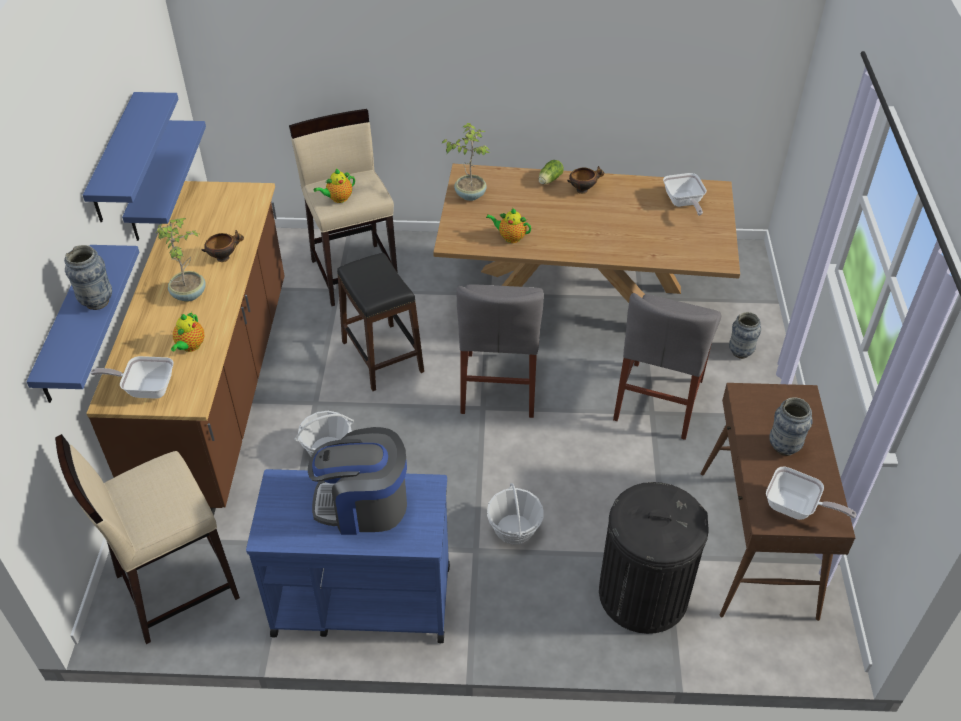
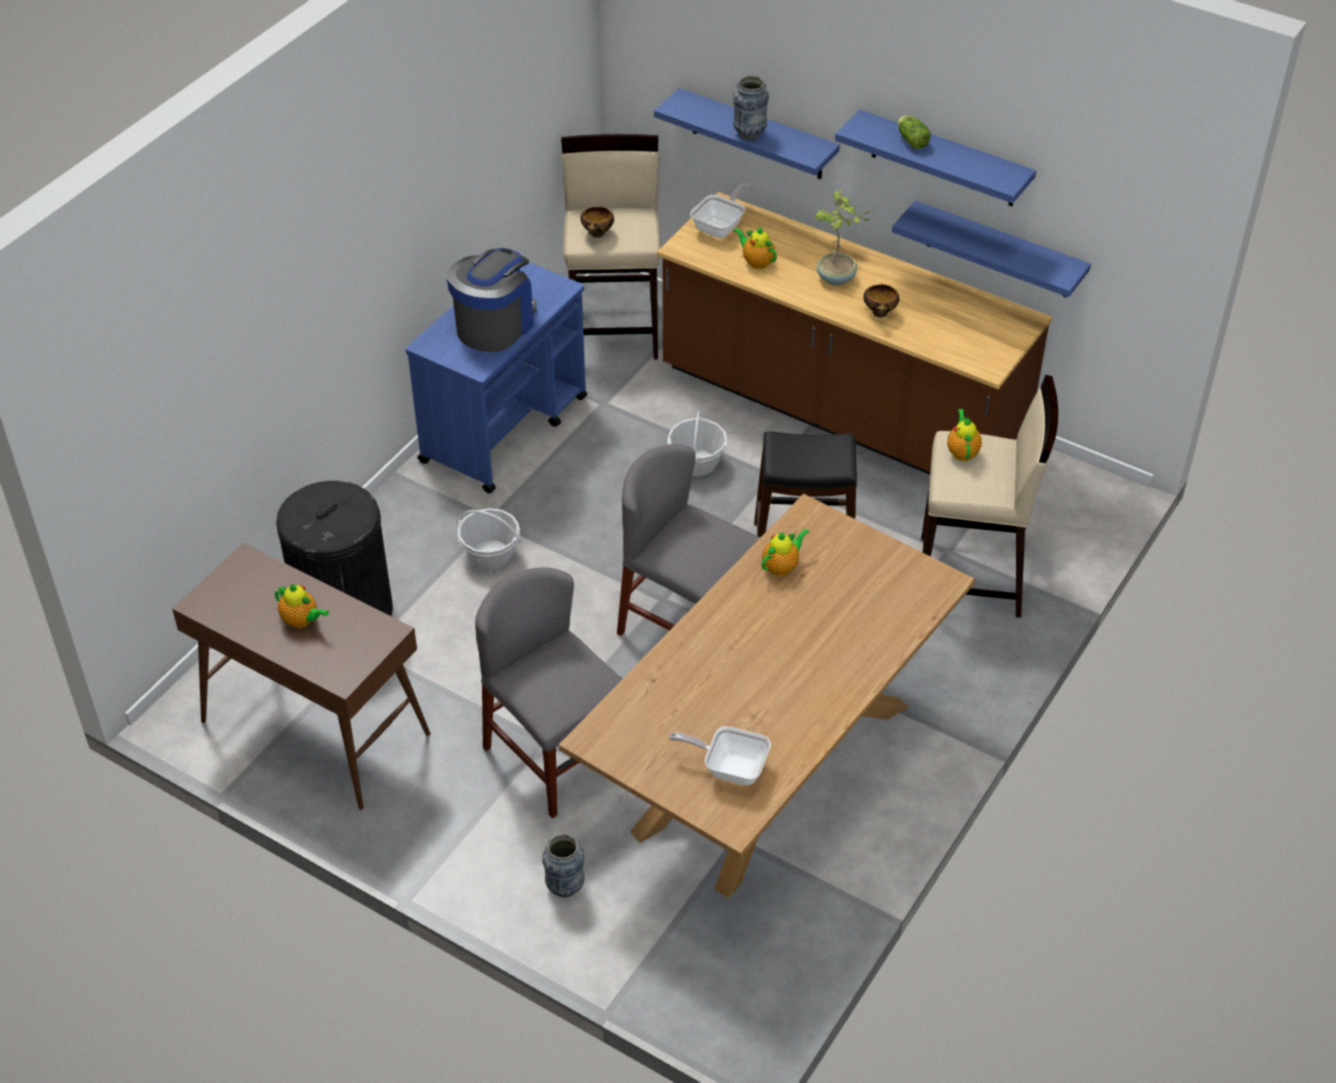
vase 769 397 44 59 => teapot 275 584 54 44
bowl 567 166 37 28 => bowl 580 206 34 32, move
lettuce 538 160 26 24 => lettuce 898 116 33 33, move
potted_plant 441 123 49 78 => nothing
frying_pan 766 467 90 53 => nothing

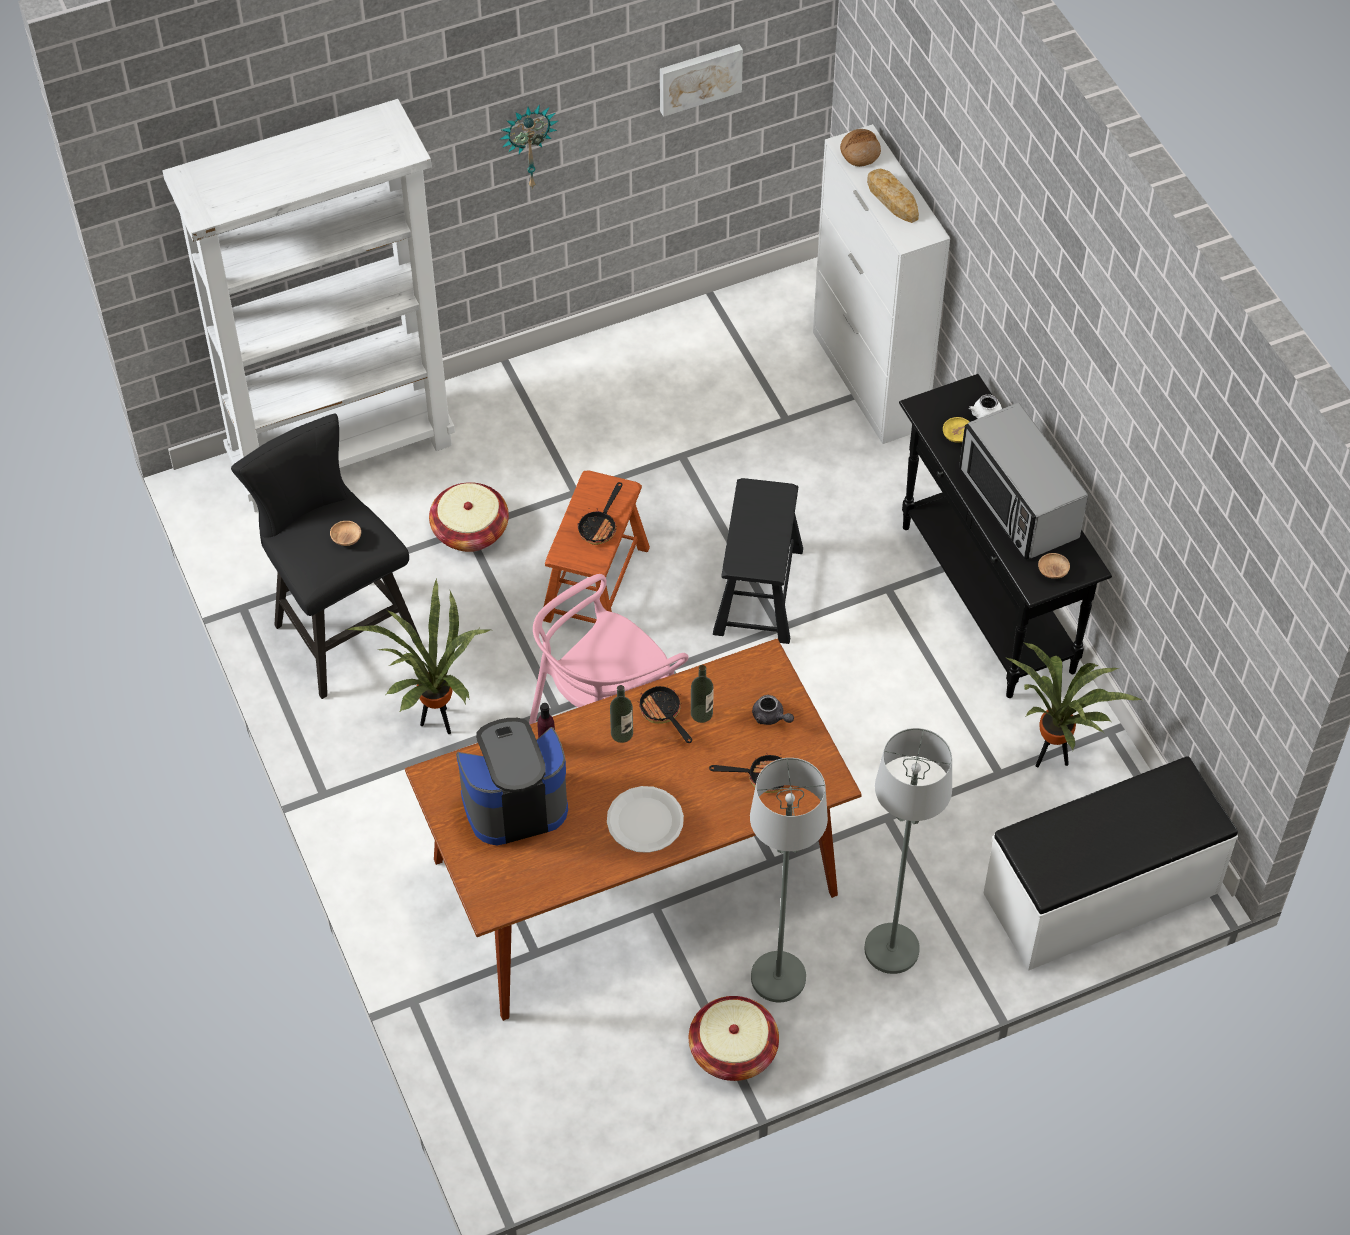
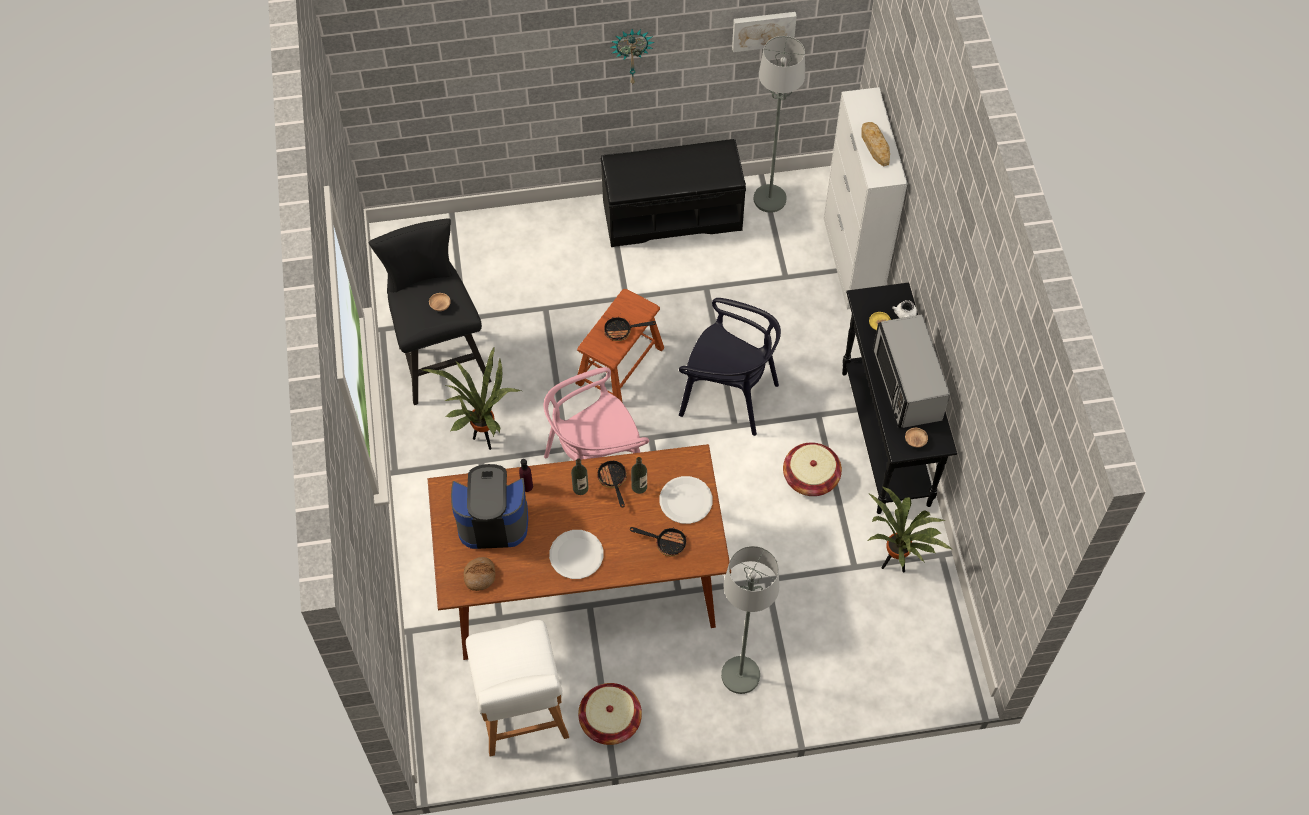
bread 840 129 41 38 => bread 464 557 31 34, move
nothing => white_chair 466 620 103 137
nothing => black_bench 601 139 145 108
frying_pan 577 482 45 63 => frying_pan 604 316 52 25, 45 degrees clockwise
grey_teapot 752 695 42 30 => white_plate 659 476 54 48
black_stool 713 478 90 166 => black_chair 679 298 102 138
grey_floor_lamp 750 758 78 245 => grey_floor_lamp 754 36 51 177, move
basket 429 482 80 70 => basket 783 442 59 54, move
white_bookcase 163 99 292 413 => nothing
white_bench 983 756 255 215 => nothing

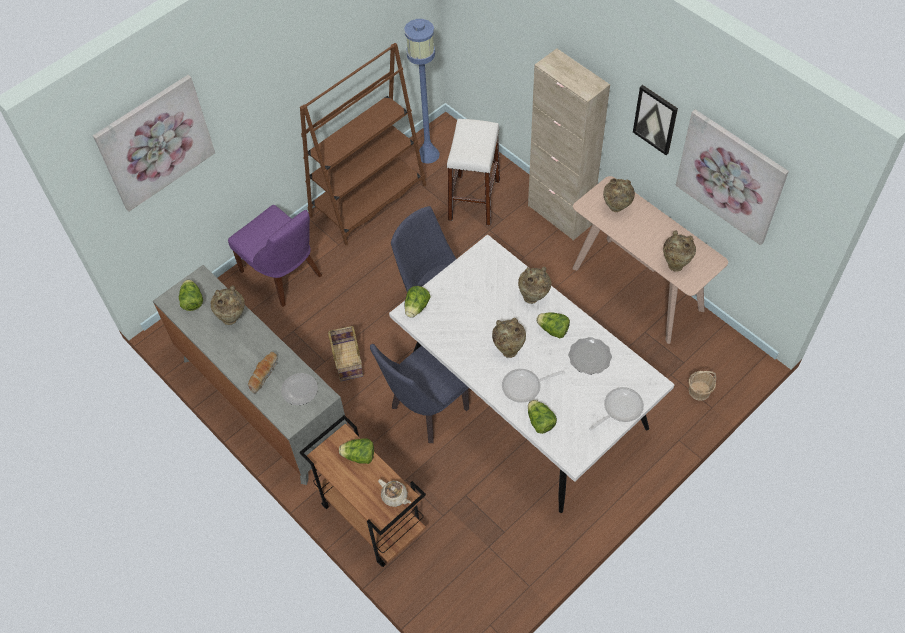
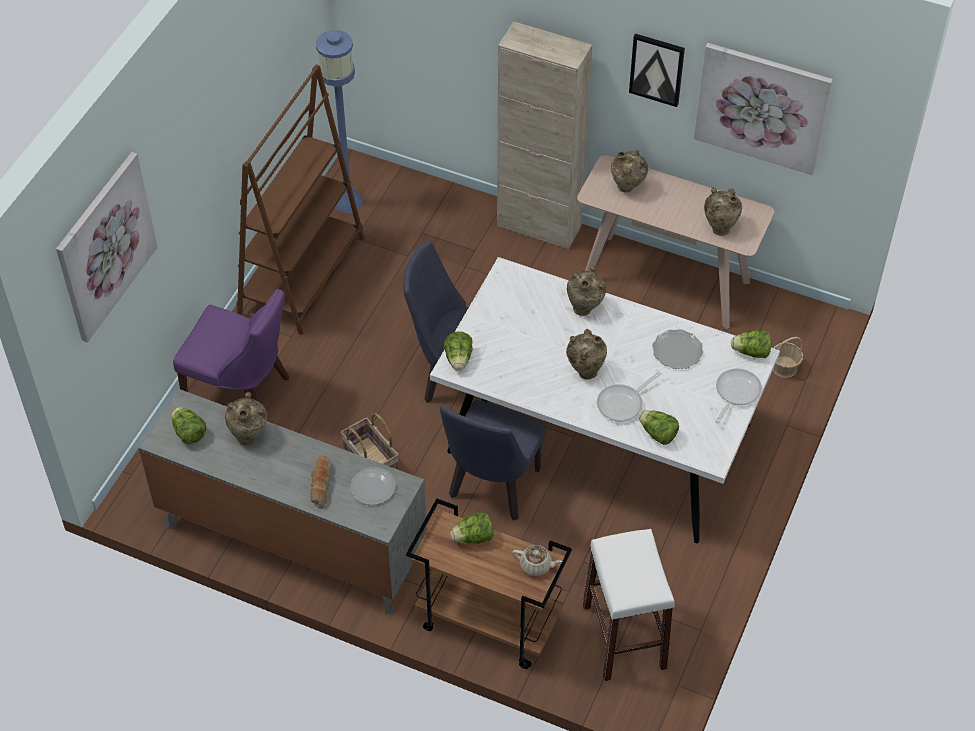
white_stool 447 119 53 107 => white_stool 583 529 92 152, move
lettuce 536 312 34 27 => lettuce 731 330 40 28, move

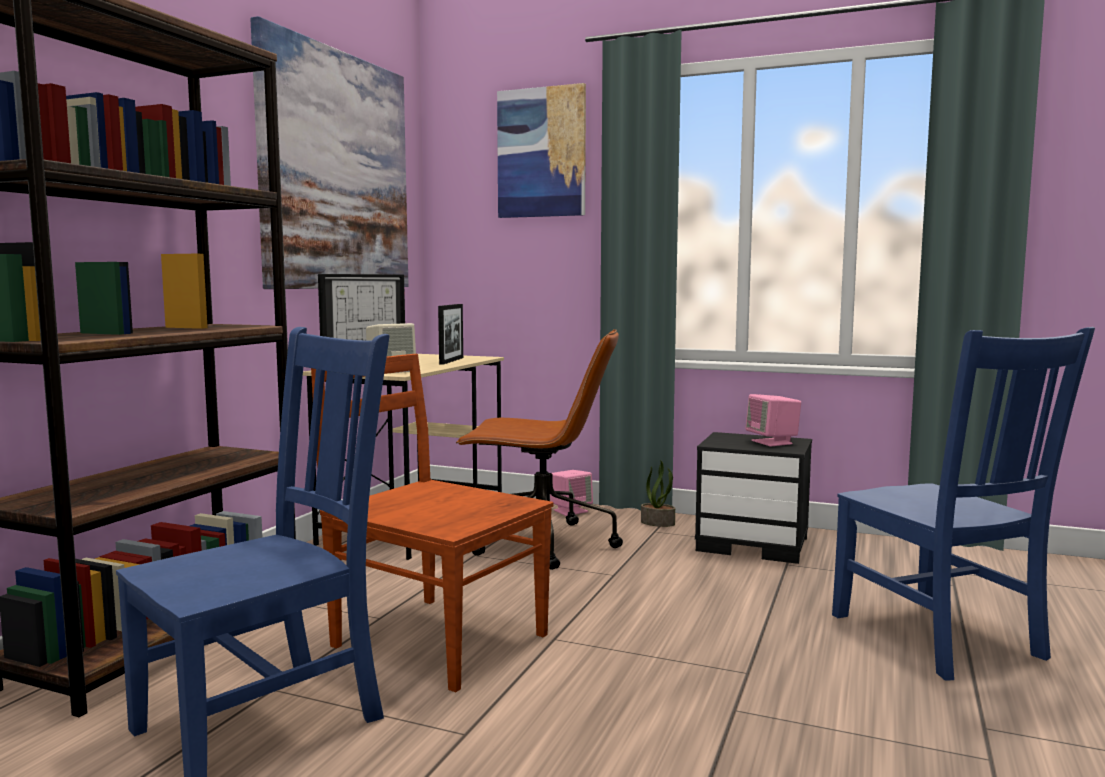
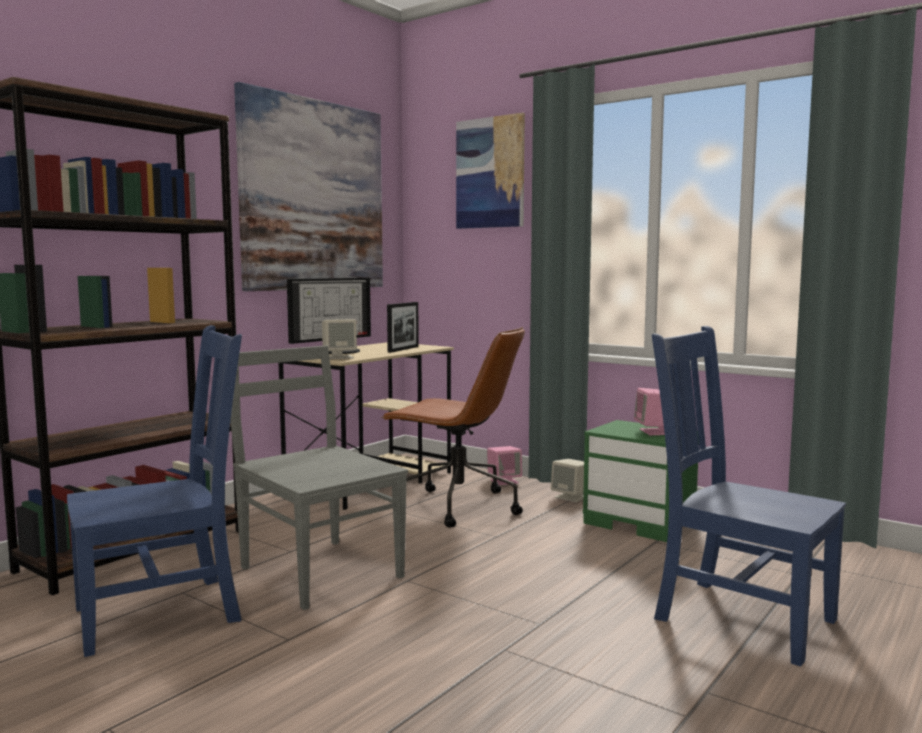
brown_chair 311 354 242 338 => grey_chair 230 346 178 264
potted_plant 641 461 34 66 => beige_speaker 551 459 33 43
black_nightstand 695 432 117 132 => green_nightstand 583 420 116 122
blue_chair 832 327 263 353 => blue_chair 652 326 194 341, 135 degrees clockwise

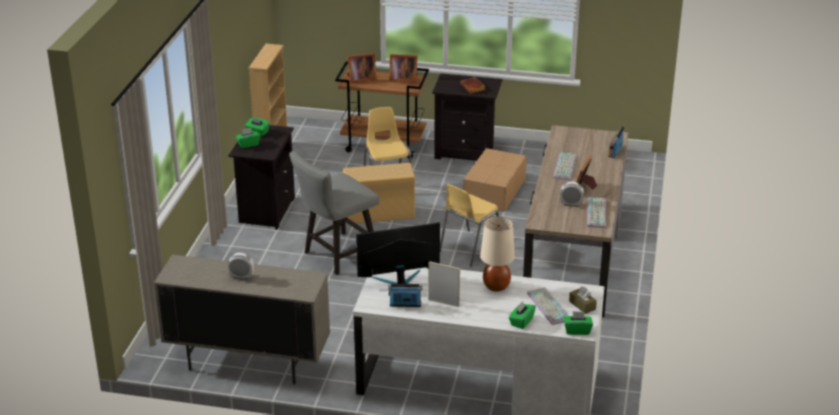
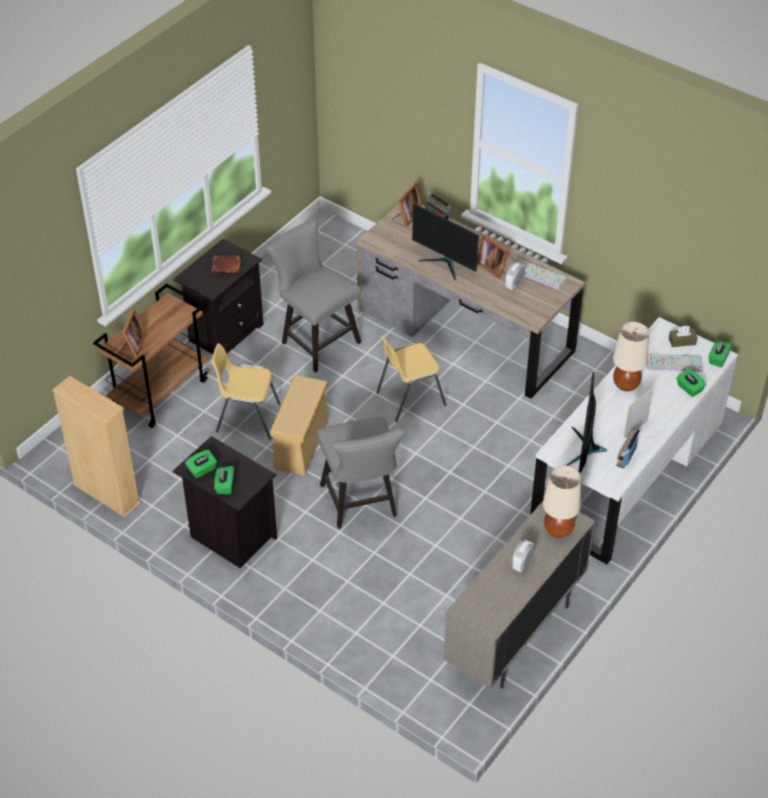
cardboard_box 464 148 63 64 => grey_chair 266 219 95 154
yellow_chair 440 184 59 83 => yellow_chair 376 335 70 87, 90 degrees clockwise
picture_frame 389 54 28 28 => picture_frame 392 183 30 44, move
keyboard 553 152 24 28 => monitor 412 203 67 77
nothing => beige_table_lamp 543 466 38 72

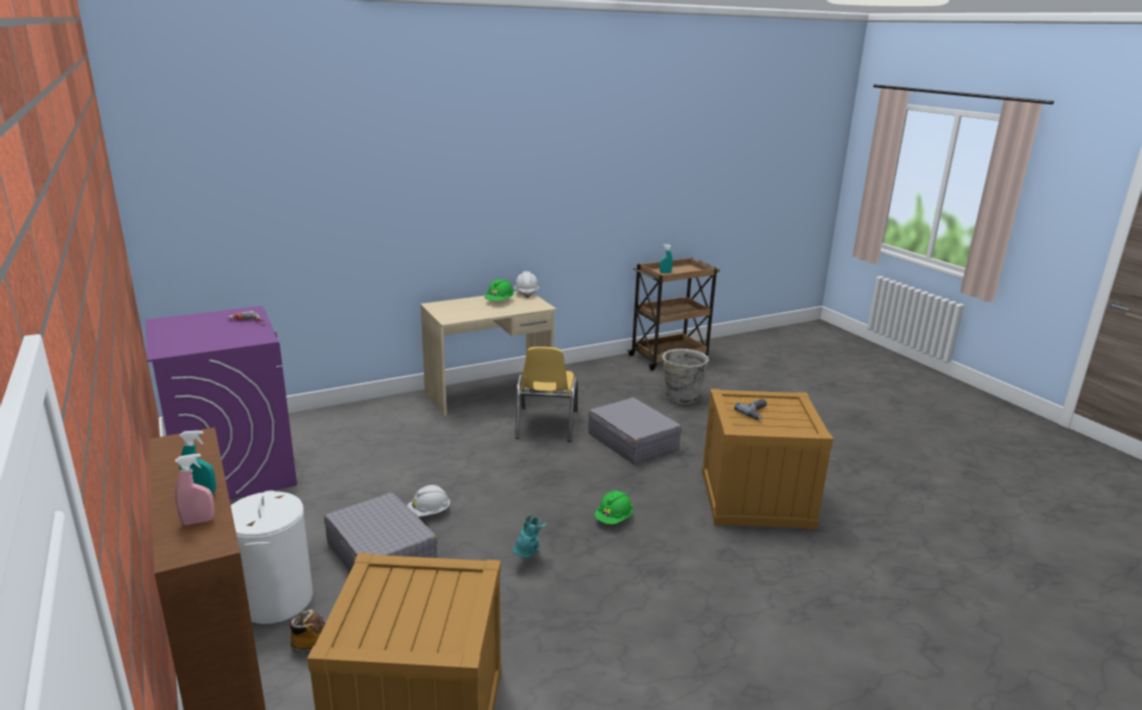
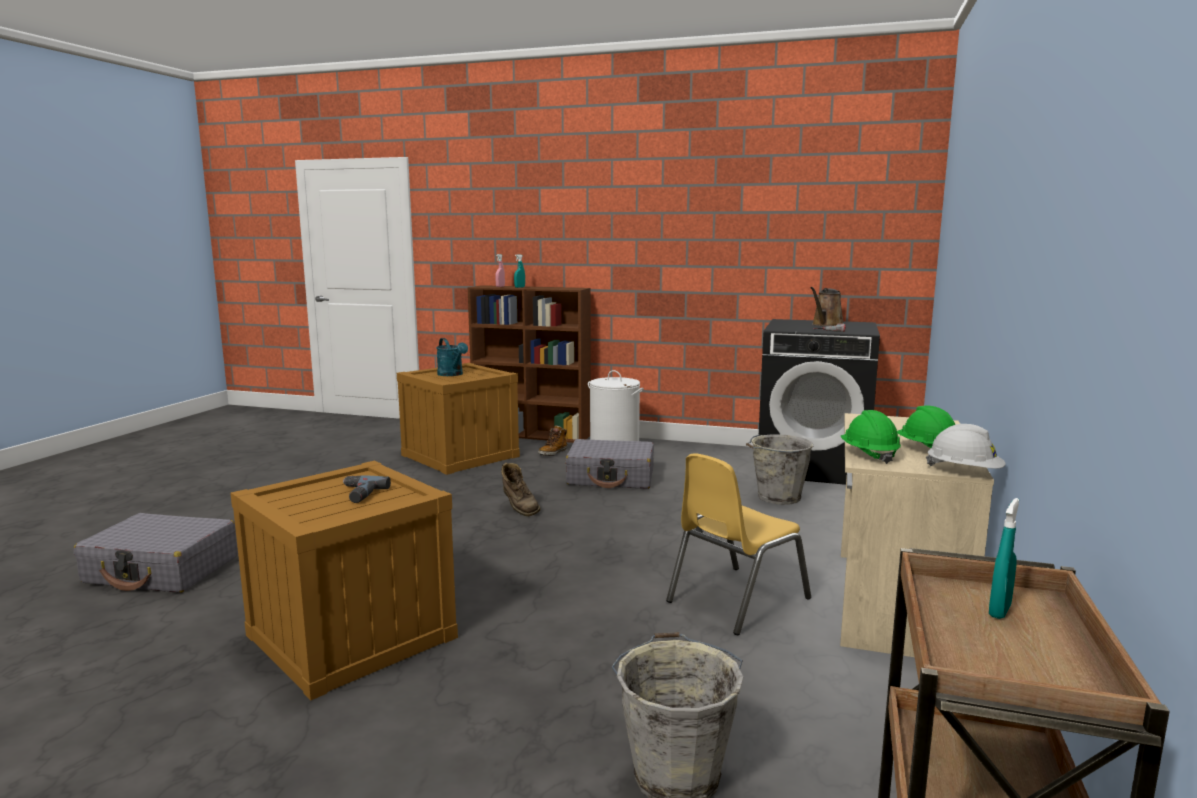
grey_suitcase 588 397 94 67 => grey_suitcase 74 513 164 80, move
nothing => turquoise_watering_can 436 338 32 38
turquoise_boot 512 514 35 44 => brown_boot 501 463 40 53
yellow_chair 515 347 63 95 => yellow_chair 666 453 145 182, 90 degrees counterclockwise
nothing => grey_bucket 746 434 67 71
purple_washing_machine 145 306 152 194 => black_washing_machine 759 319 121 166
nothing => brown_watering_can 810 287 34 39
green_hard_hat 594 490 39 34 => green_hard_hat 840 410 61 54, move
white_hard_hat 407 485 43 32 => nothing

